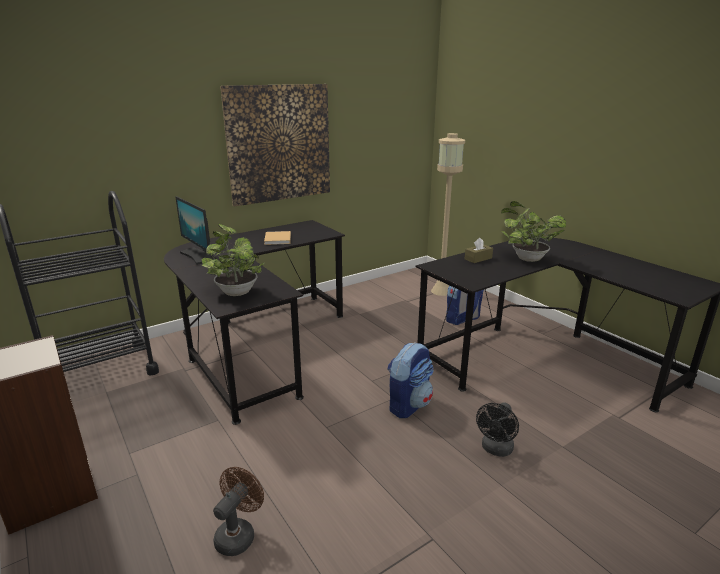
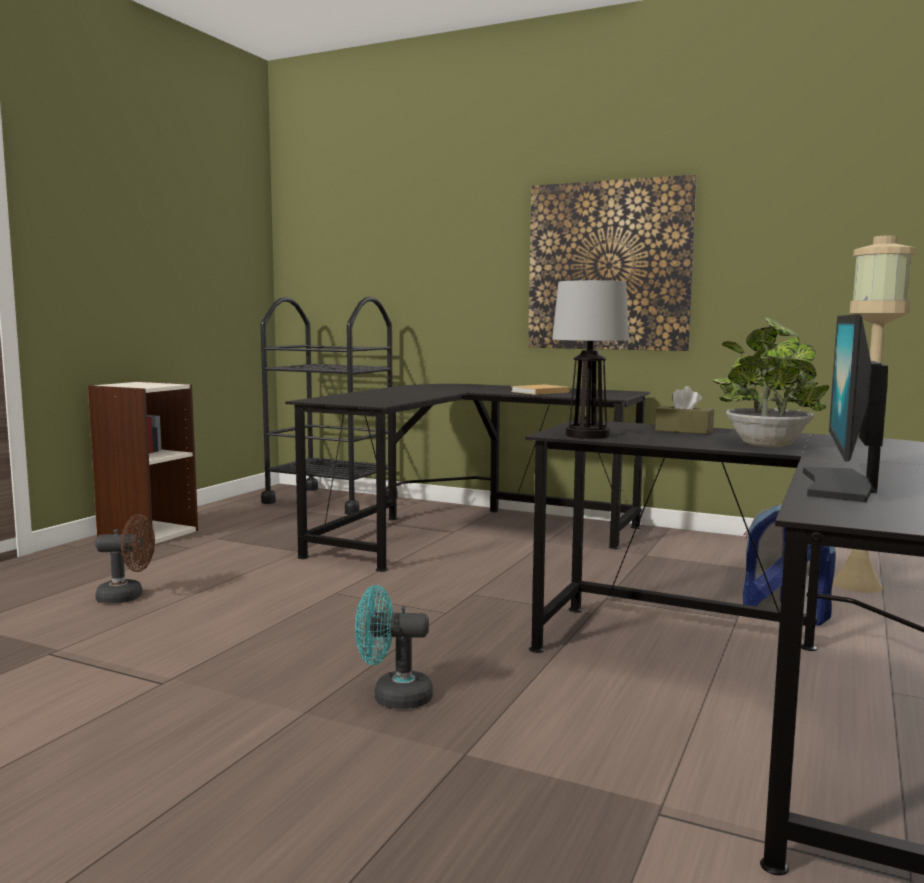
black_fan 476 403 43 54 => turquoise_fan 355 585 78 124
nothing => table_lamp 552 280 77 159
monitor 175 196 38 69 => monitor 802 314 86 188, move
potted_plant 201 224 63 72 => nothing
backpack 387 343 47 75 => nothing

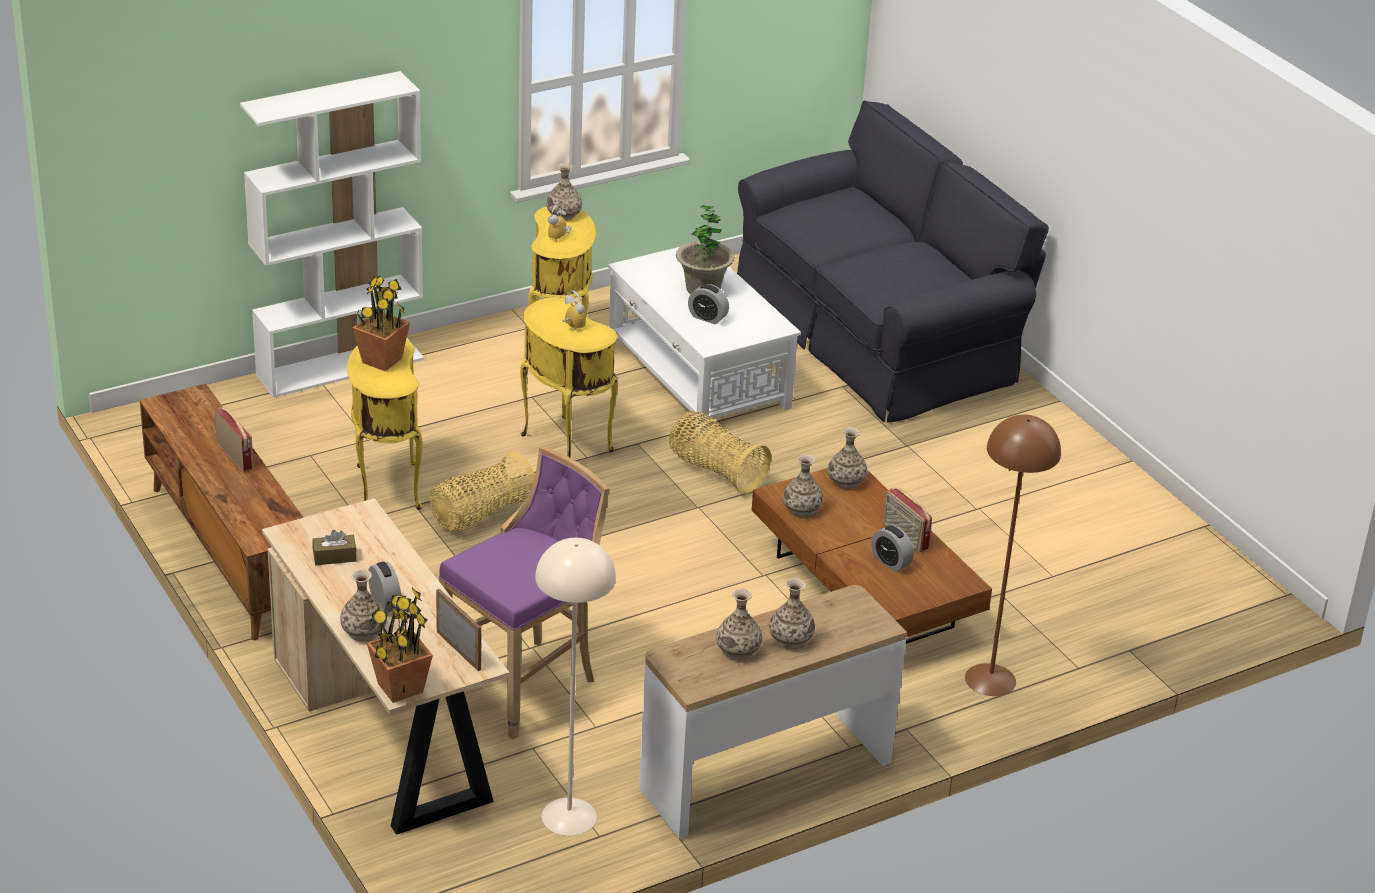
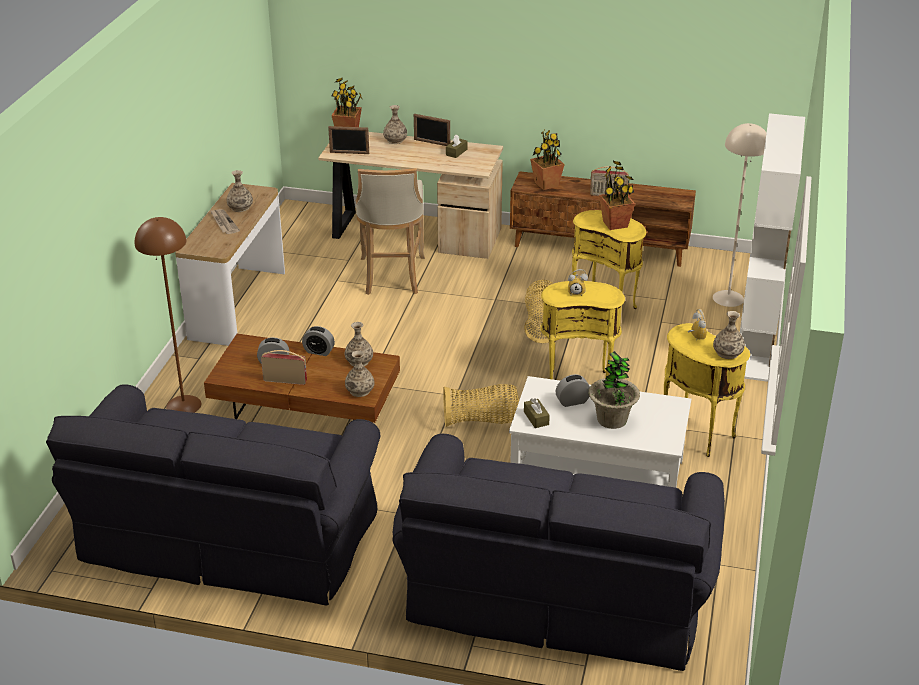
nothing => black_sofa 46 384 334 222
vase 769 578 46 71 => newspaper 210 209 30 25
alarm_clock 368 562 33 50 => alarm_clock 302 326 33 30, move
purple_stool 439 446 171 294 => beige_stool 356 168 69 127
nothing => picture_frame 414 114 36 32
nothing => brown_tissue_box 524 398 26 30
nothing => potted_plant 530 130 35 60
beige_floor_lamp 535 538 81 298 => beige_floor_lamp 713 123 54 184, move

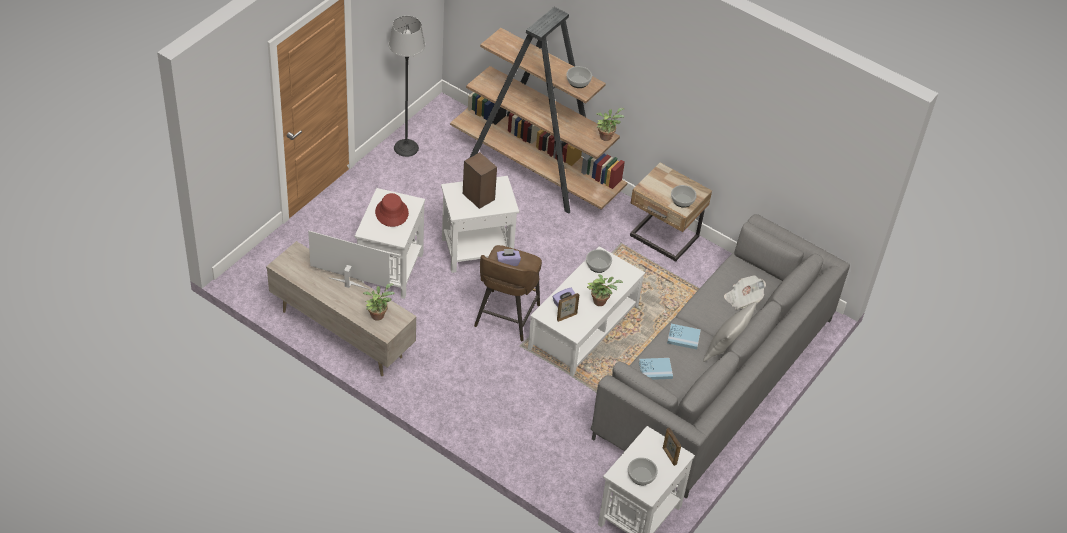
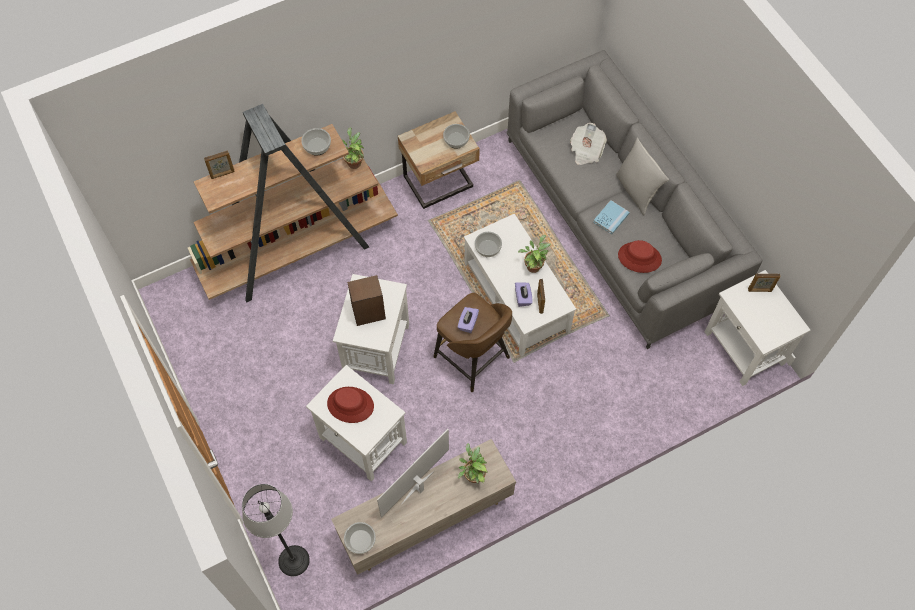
nothing => picture_frame 204 151 31 28
floor_lamp 389 16 36 141 => floor_lamp 242 484 68 92, move
bowl 628 458 30 27 => bowl 344 522 32 32, move
blue_book 639 358 34 22 => red_hat 618 240 44 33

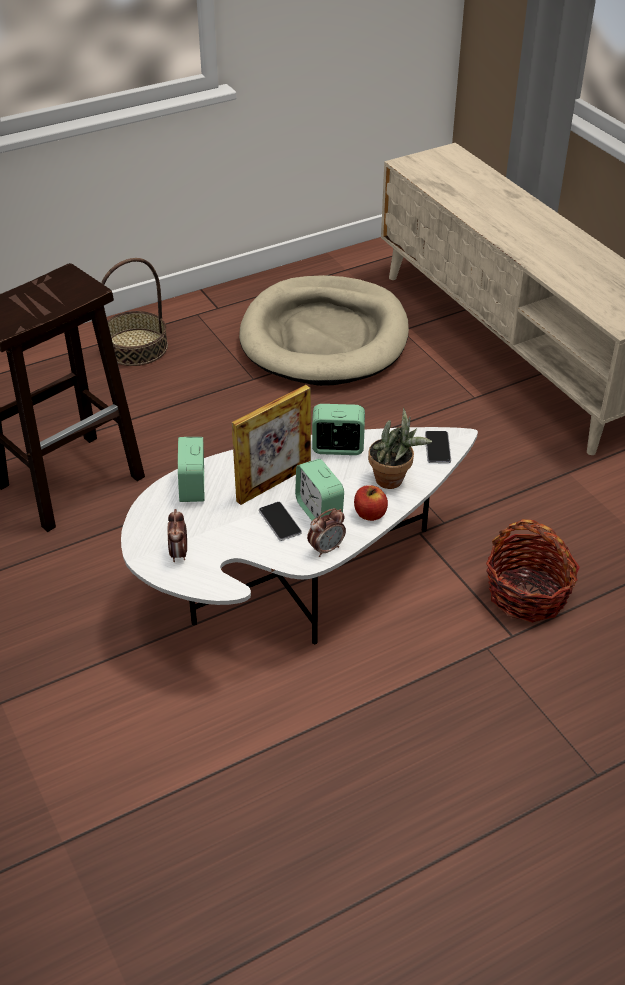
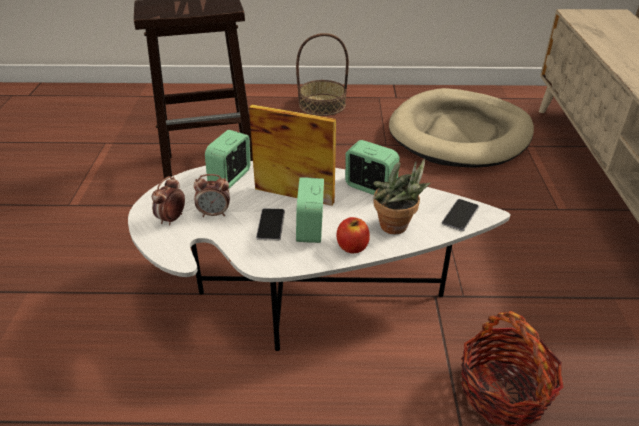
alarm_clock 307 508 39 49 => alarm_clock 193 174 37 43, move
picture_frame 232 385 79 120 => picture_frame 249 105 87 101, 150 degrees counterclockwise

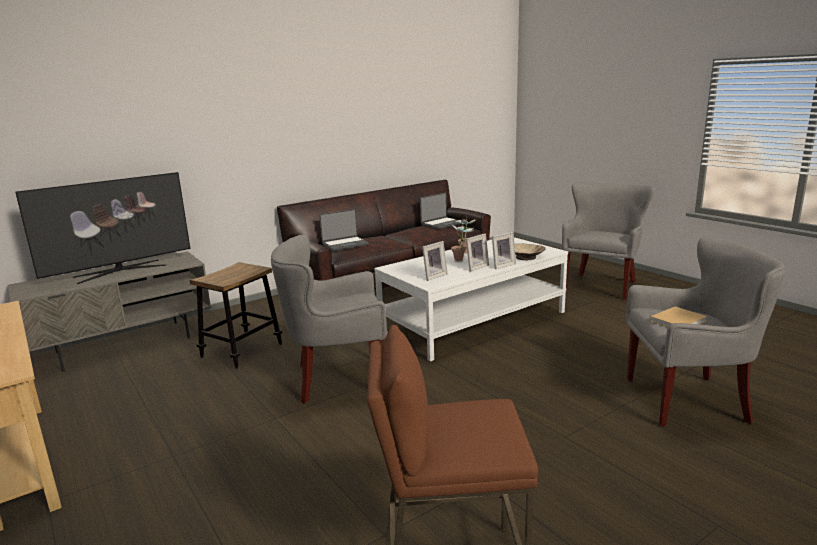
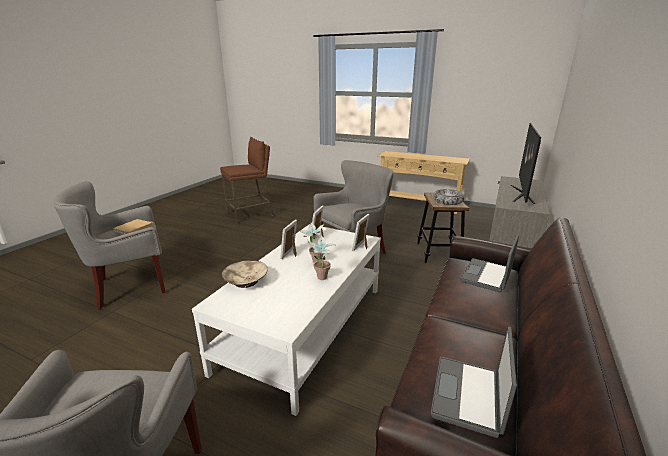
picture_frame 492 232 24 37 => picture_frame 352 214 18 37, move
nothing => bowl 433 189 31 16

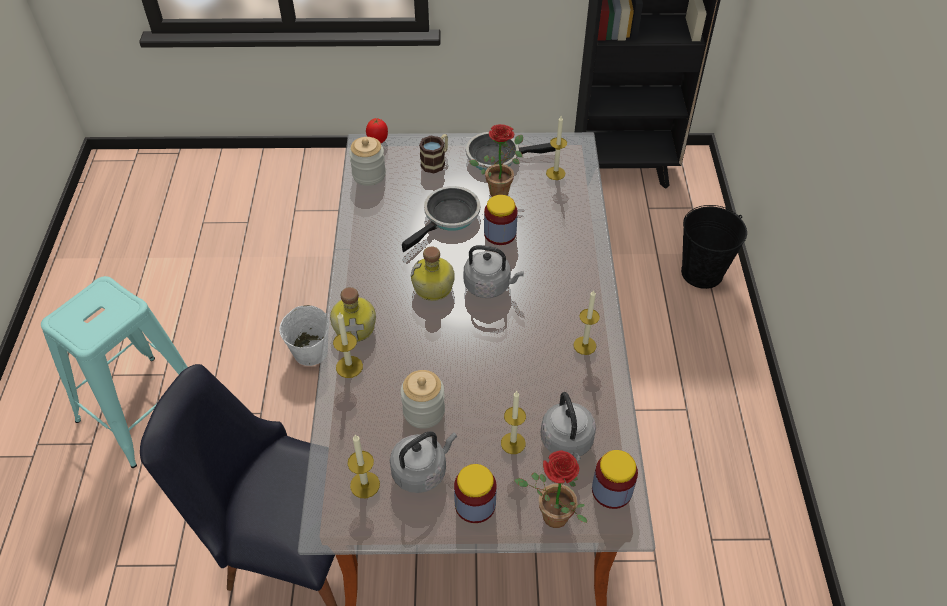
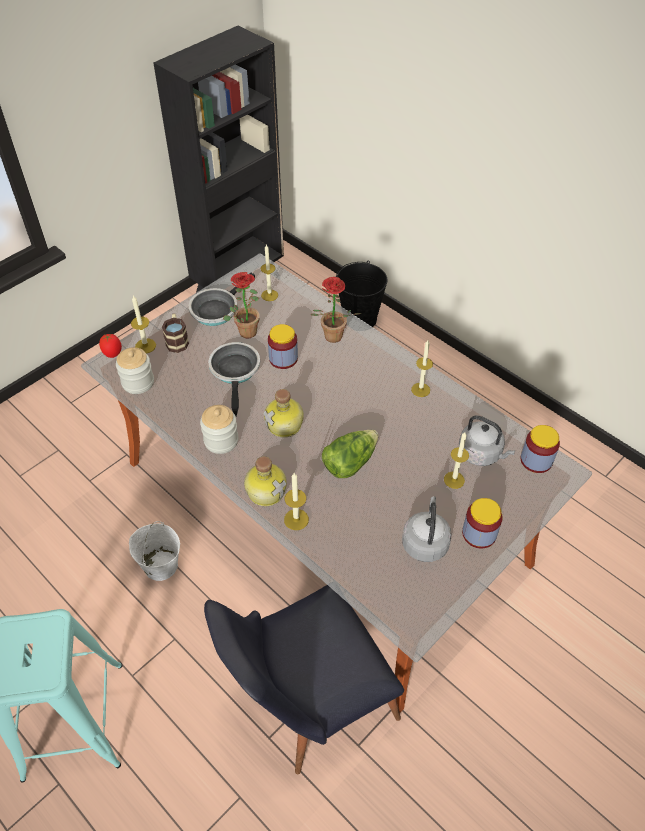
candle 348 434 32 64 => candle 131 295 25 58, move
jar 401 370 44 59 => jar 200 405 38 49, move
potted_plant 514 450 73 78 => potted_plant 311 277 51 66, move
nothing => lettuce 322 430 57 48
grey_kettle 464 245 60 53 => nothing

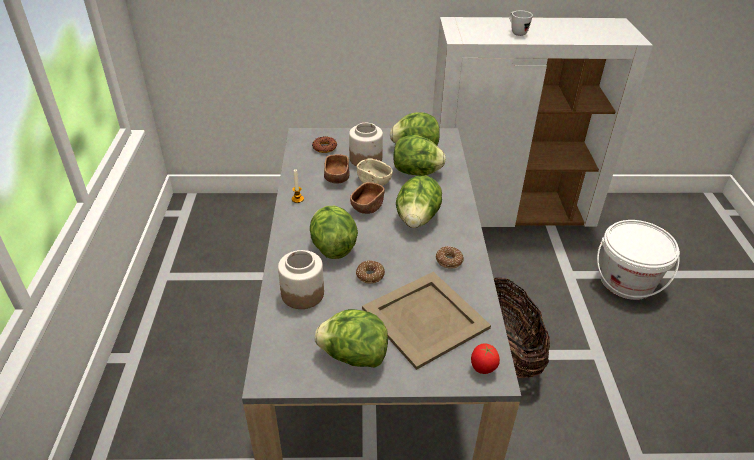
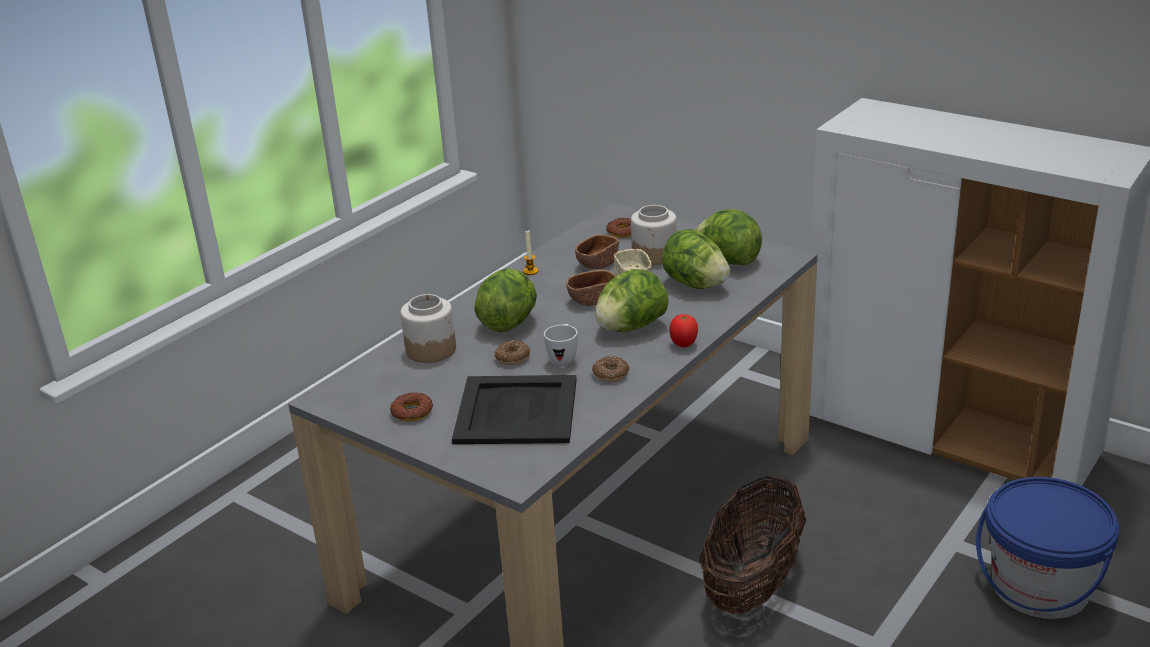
lettuce 315 309 73 59 => donut 390 392 43 29
beige_tray 362 272 129 98 => black_tray 452 375 125 69
white_mug 509 11 24 25 => white_mug 544 324 33 42, move
tomato 471 343 29 31 => tomato 669 314 29 33, move
white_bucket 597 220 83 80 => blue_bucket 976 477 144 142

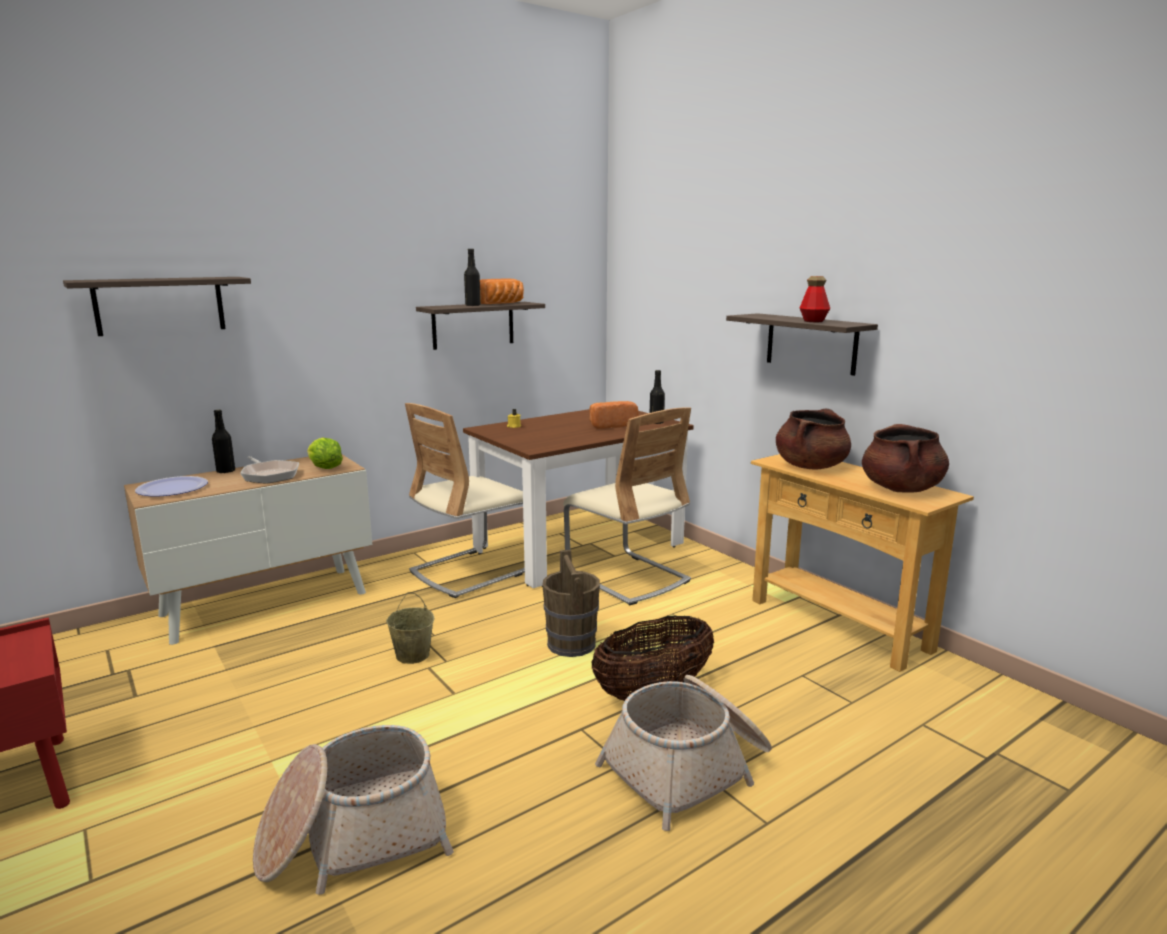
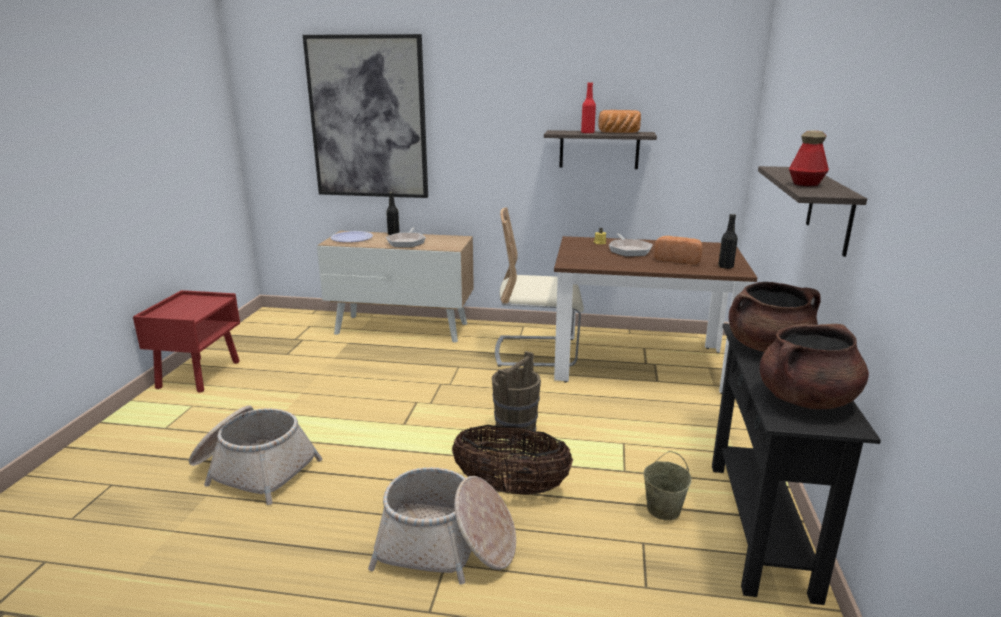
shelf 63 277 188 59 => picture 303 34 125 164
black_bottle 464 249 17 57 => red_bottle 581 83 15 50
nothing => frying_pan 609 233 44 23
beige_bucket 386 592 48 72 => beige_bucket 643 451 49 69, move
beige_console_table 751 454 223 218 => black_console_table 712 324 169 281
lettuce 307 438 36 31 => nothing
beige_chair 563 407 128 198 => nothing

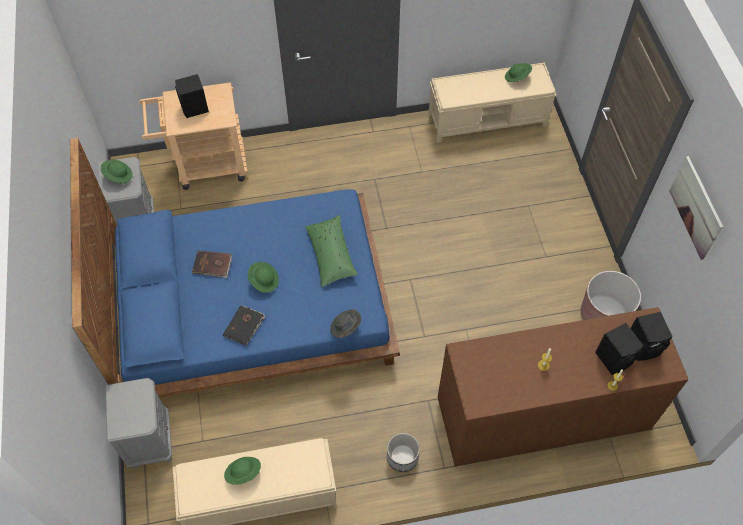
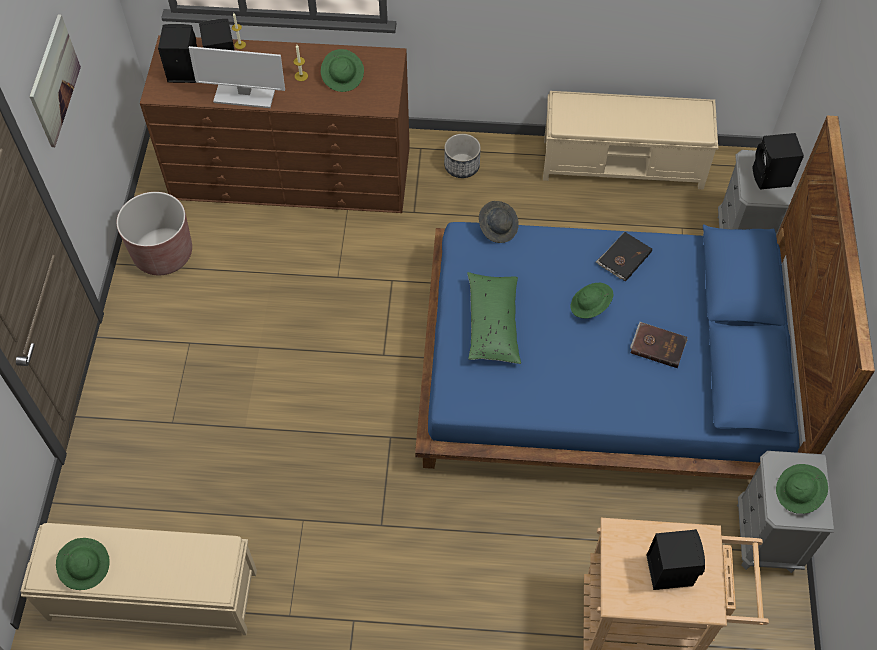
nothing => monitor 189 46 96 62
green_hat 224 457 37 28 => green_hat 321 49 43 43, move
nothing => black_speaker 753 133 51 57

